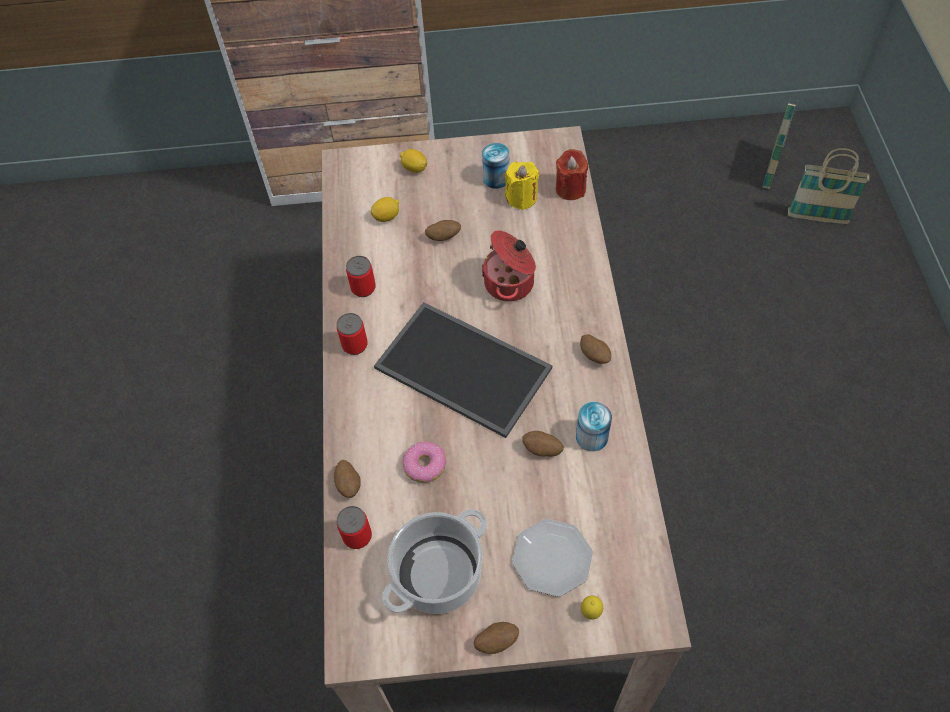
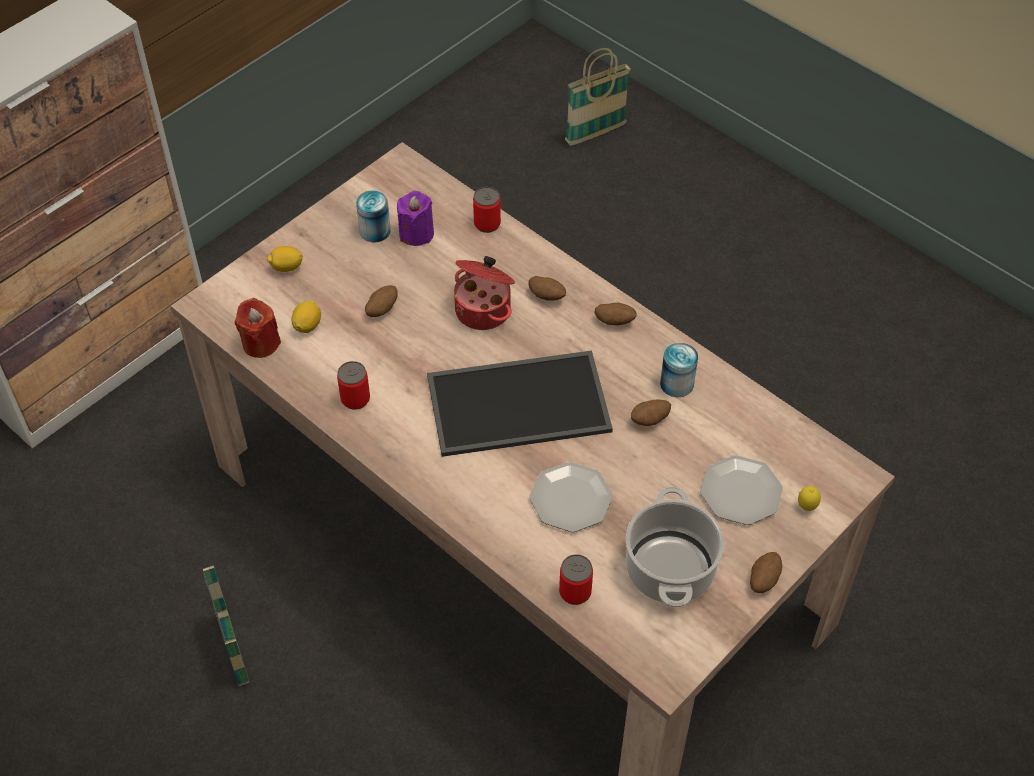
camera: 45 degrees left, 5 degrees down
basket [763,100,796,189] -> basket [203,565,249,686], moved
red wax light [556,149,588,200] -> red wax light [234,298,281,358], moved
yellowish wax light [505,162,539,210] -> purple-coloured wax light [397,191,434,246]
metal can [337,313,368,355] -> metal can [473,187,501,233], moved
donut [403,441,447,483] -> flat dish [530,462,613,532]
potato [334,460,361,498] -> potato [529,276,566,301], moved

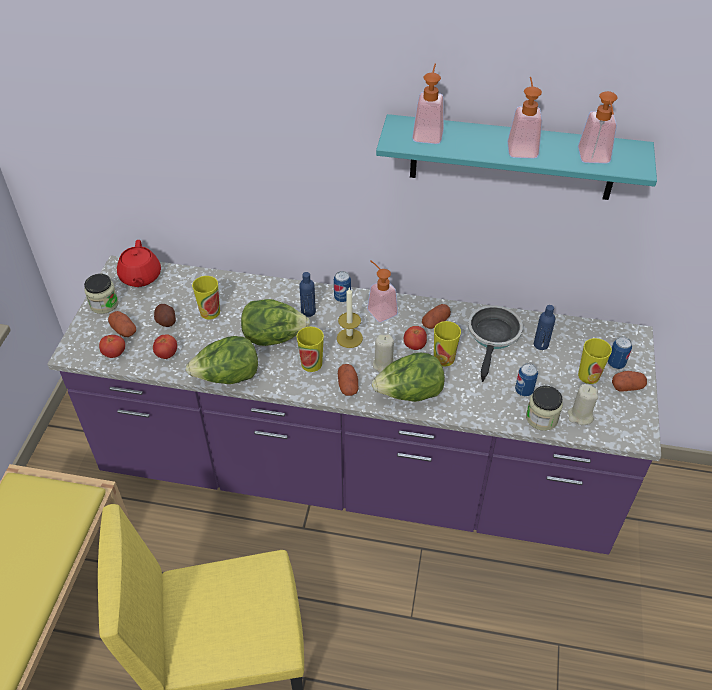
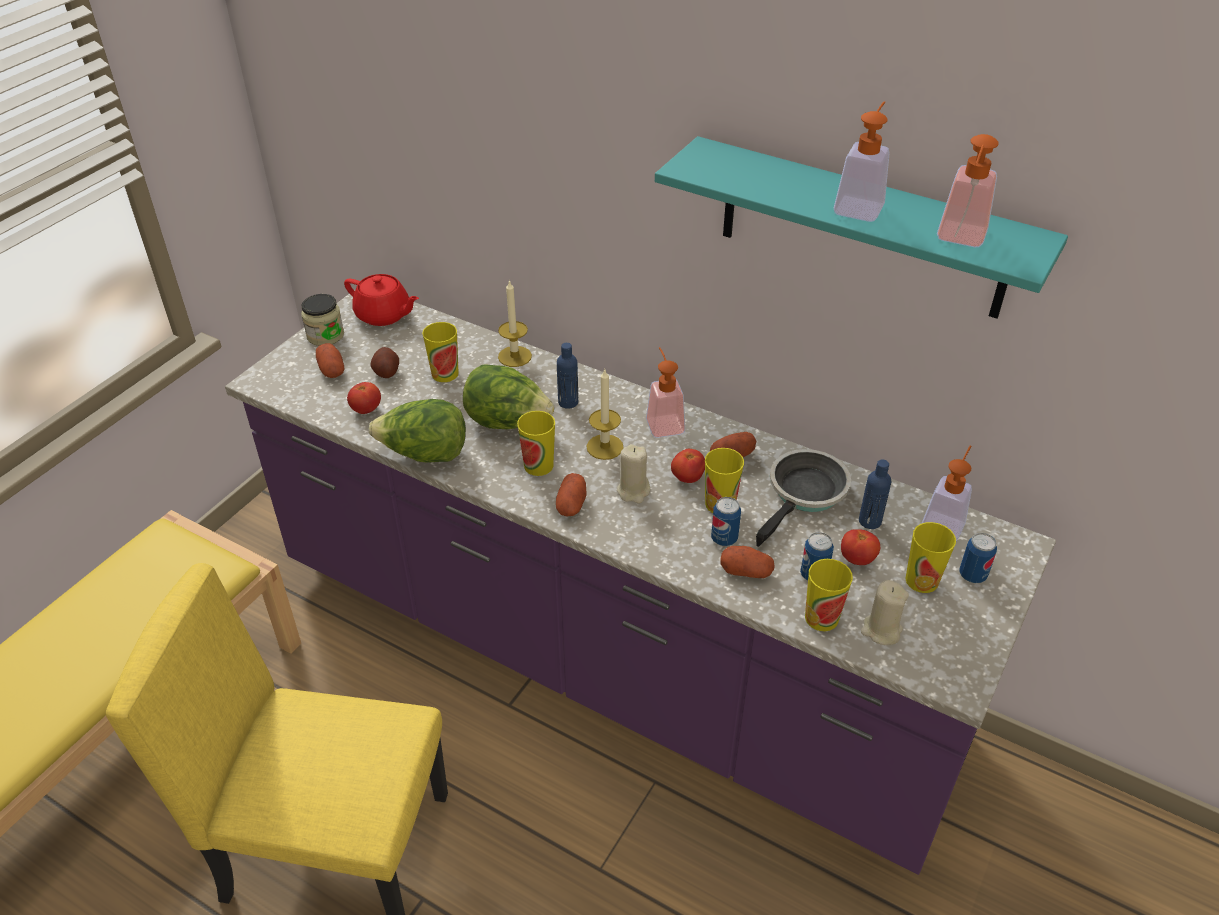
camera: 20 degrees right, 5 degrees down
liquid soap bottle [412,63,444,144] -> liquid soap bottle [921,445,972,541], moved
red teapot [117,240,161,287] -> red teapot [344,274,419,326], 75 degrees counterclockwise
metal can [334,271,351,302] -> metal can [711,497,741,546], moved
whole tomato [99,335,125,358] -> whole tomato [841,529,880,565], moved
head of lettuce [372,353,445,402] -> none
potato [612,371,647,392] -> potato [720,546,775,578], moved
preserve jar [526,386,563,431] -> small cup [805,559,853,631]
none -> wax light [498,280,532,367]

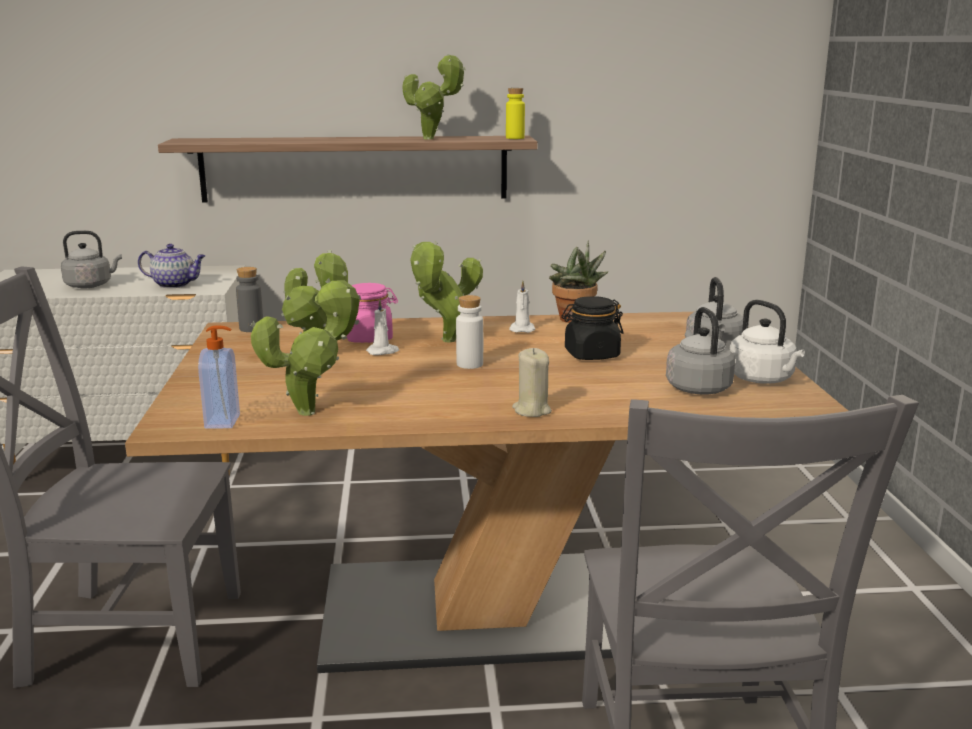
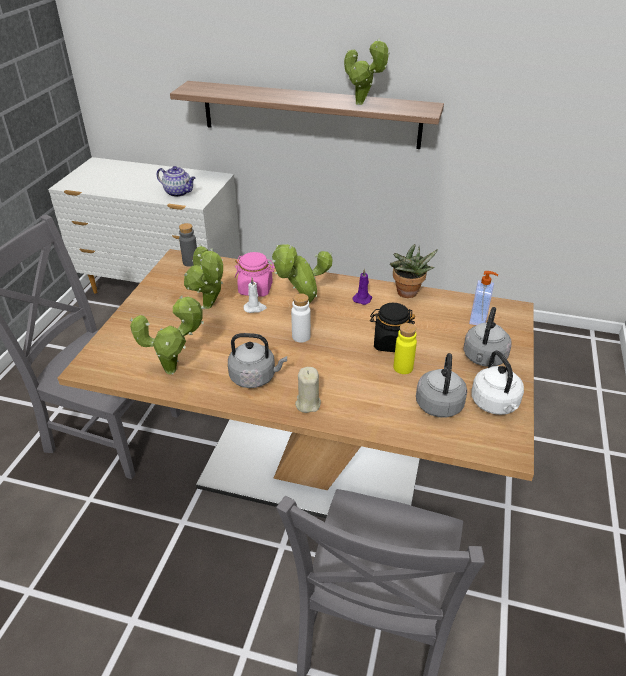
camera: 20 degrees right, 20 degrees up
yellowish beverage bottle [506,88,525,139] -> yellowish beverage bottle [393,323,417,374], moved
grey kettle [61,231,122,288] -> grey kettle [228,333,287,388], moved
whitish wax light [509,281,535,333] -> purple-coloured wax light [352,268,372,305]
liquid soap bottle [198,326,240,429] -> liquid soap bottle [469,271,498,325], moved

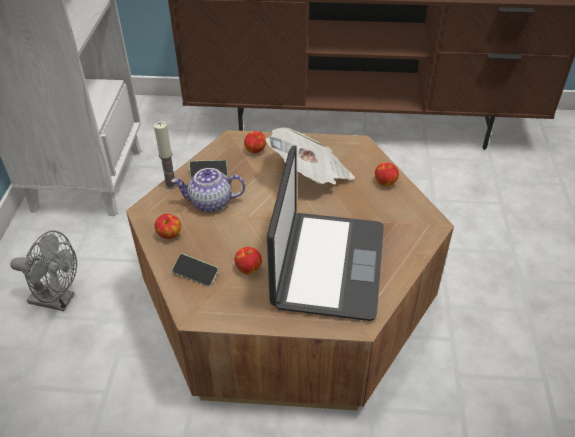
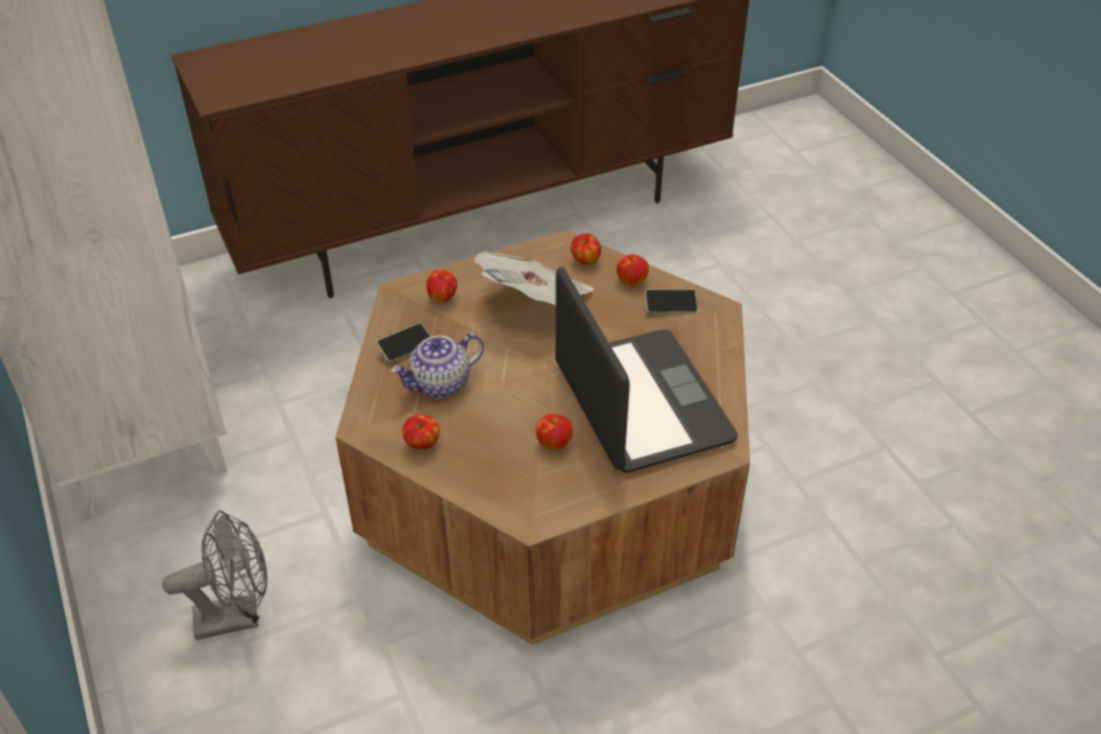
camera: 30 degrees left, 0 degrees up
wax light [154,121,177,189] -> none
phone [172,253,219,287] -> phone [645,289,698,313], moved
none -> apple [571,233,601,265]

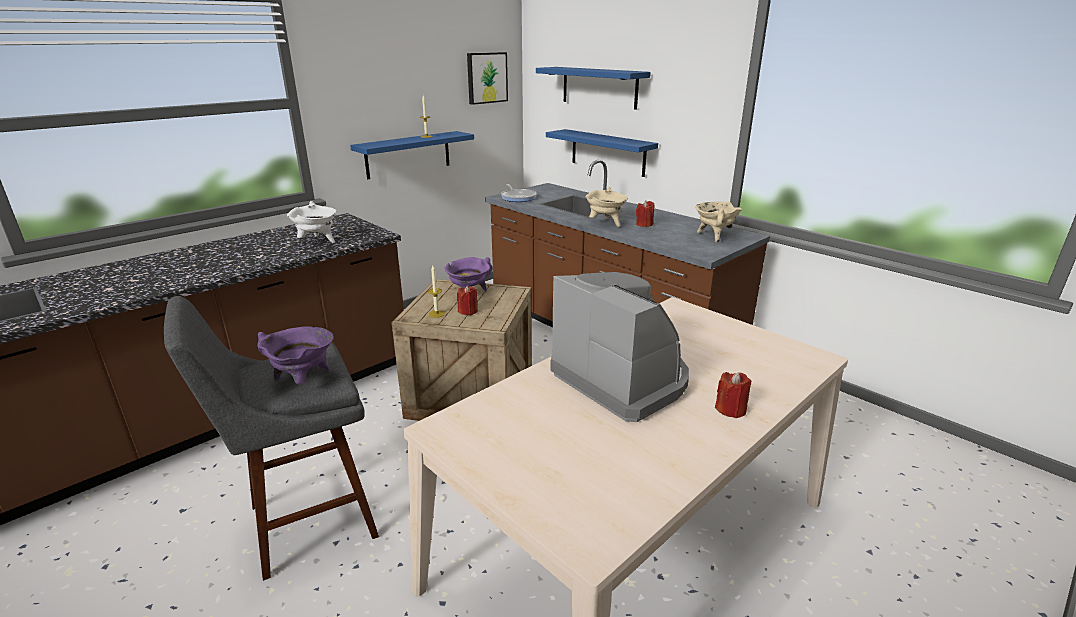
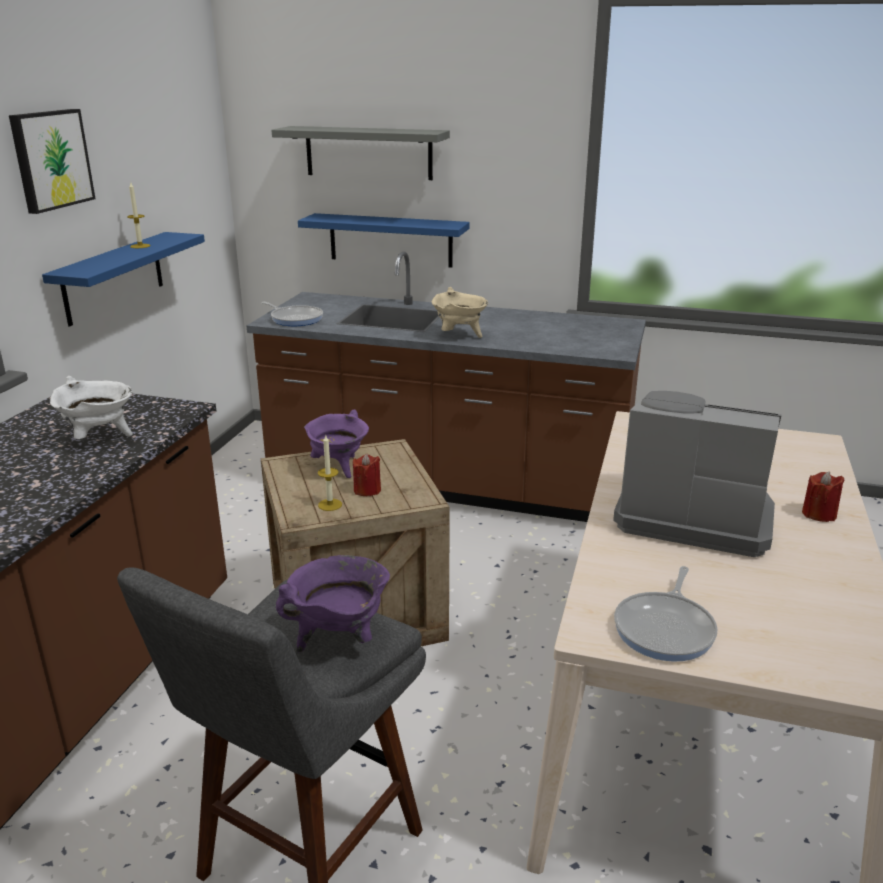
camera: 30 degrees left, 0 degrees up
wall picture [467,52,508,105] -> wall picture [9,109,95,214], moved
blue wall shelf [536,67,651,110] -> grey wall shelf [271,126,450,180]
red wax light [636,201,654,227] -> none
sand-coloured cooking pot [695,201,742,243] -> none
none -> frying pan [614,566,718,662]

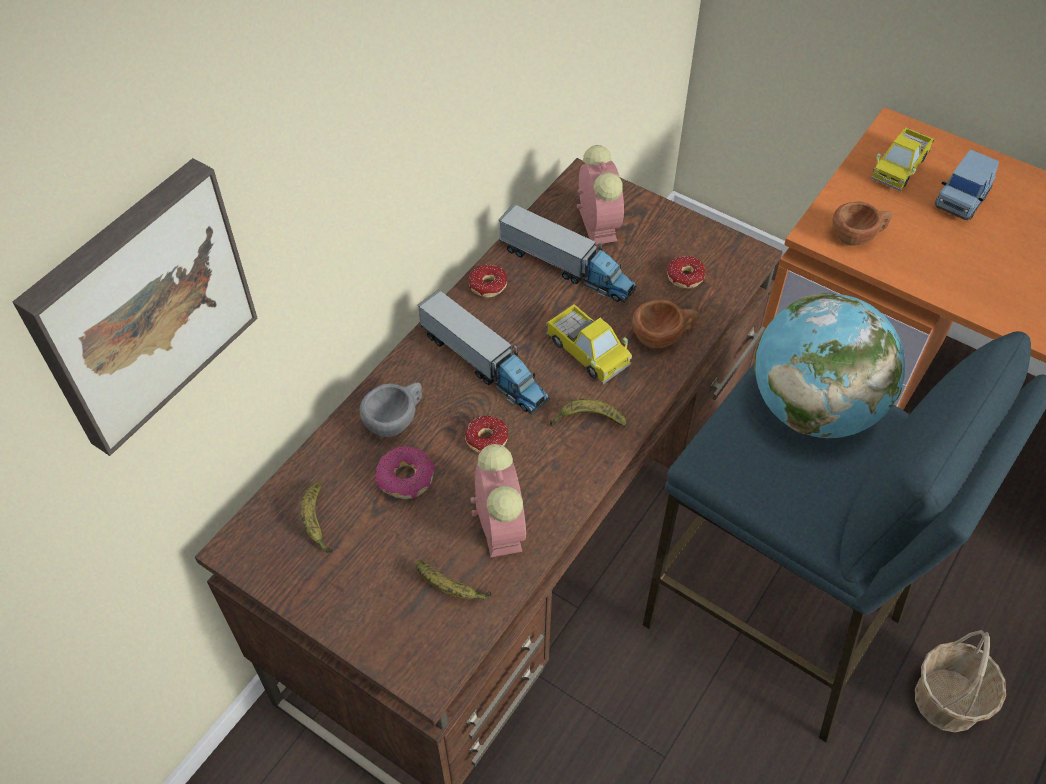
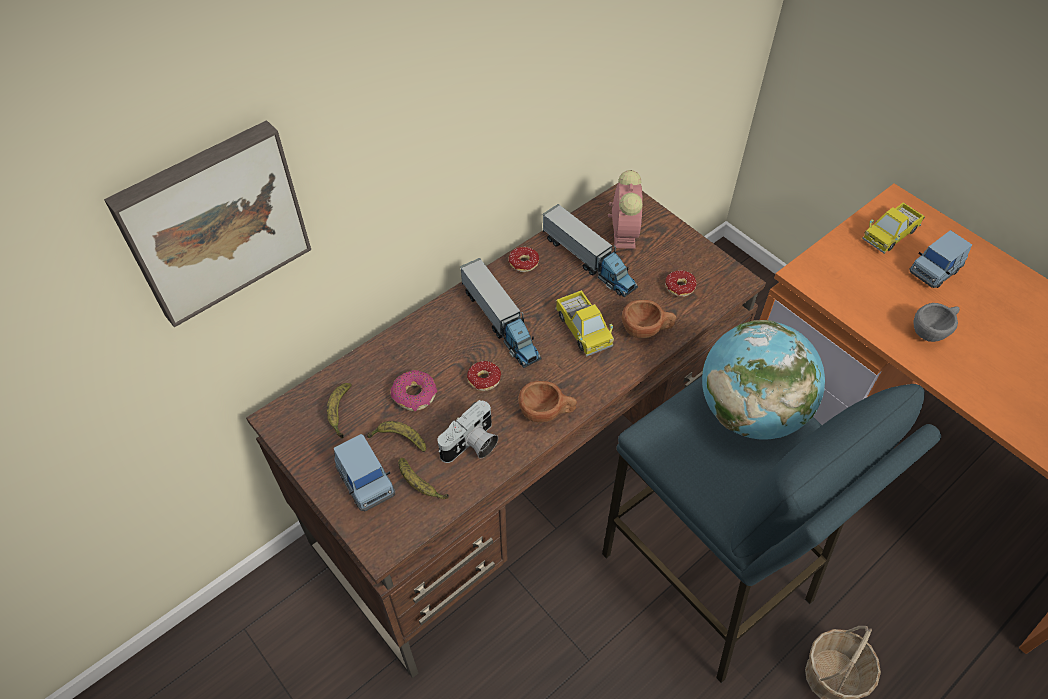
camera: 15 degrees right, 0 degrees up
brownish small cup [832,202,892,246] -> brownish small cup [518,381,577,423], moved
grey small cup [360,382,422,437] -> grey small cup [914,303,960,342], moved
banana [550,398,626,427] -> banana [367,421,426,452], moved
bedside clock [470,444,526,557] -> photo camera [438,400,498,463]
none -> blue miniature car [334,434,395,511]

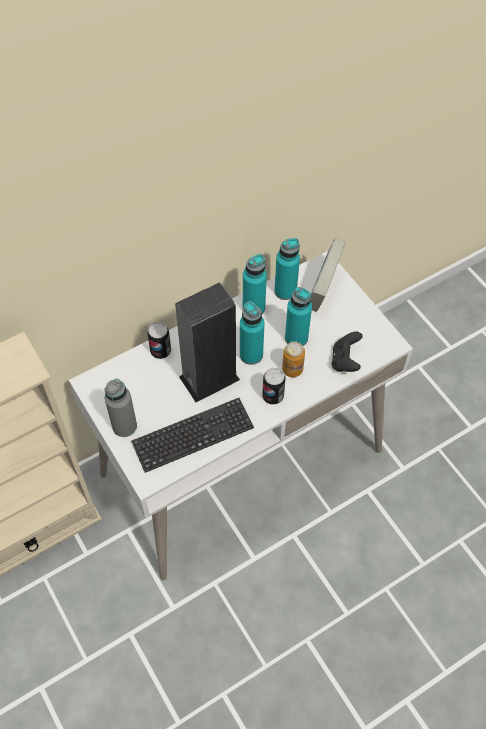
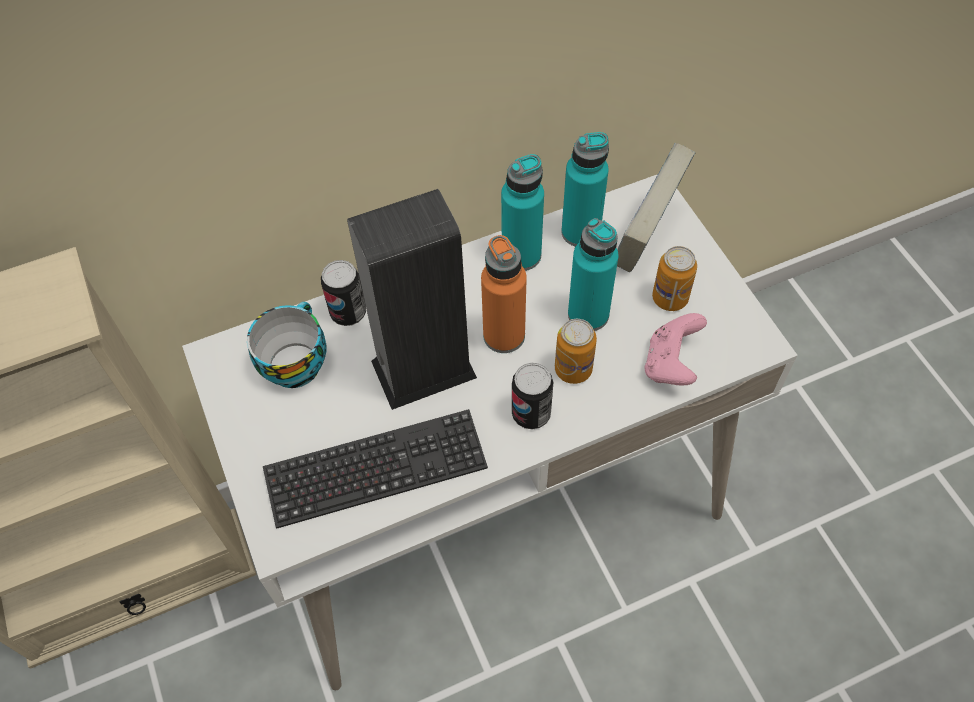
camera: 10 degrees right, 0 degrees up
blue-green beverage bottle [240,301,265,365] -> orange-coloured beverage bottle [481,235,527,353]
black-coloured gamepad [331,332,363,372] -> pink-coloured gamepad [645,313,707,385]
grey beverage bottle [105,378,137,437] -> none
none -> metal can [652,246,697,311]
none -> small cup [247,302,326,388]

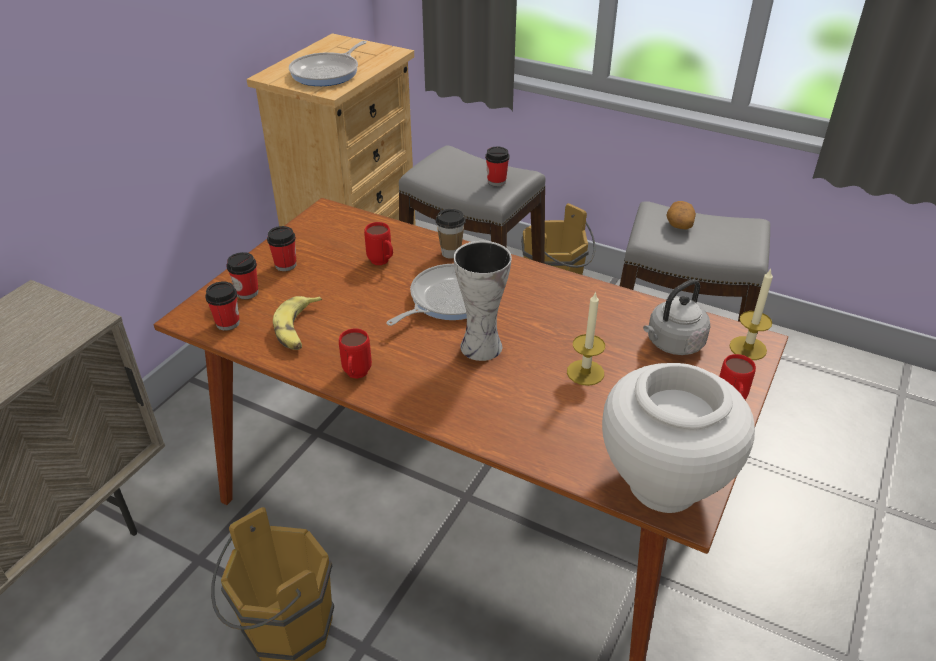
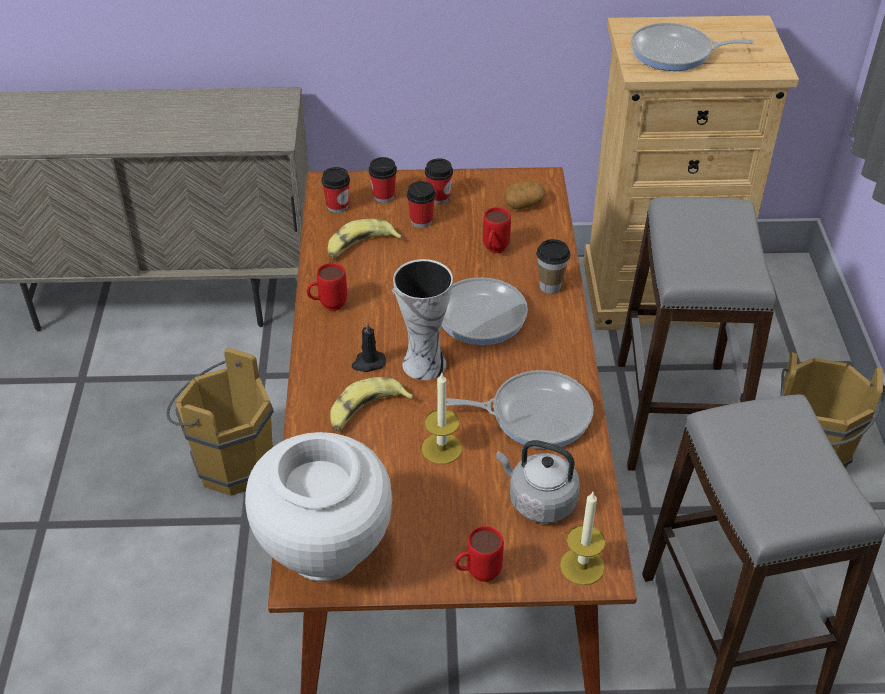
camera: 60 degrees right, 5 degrees up
small cup [485,147,510,186] -> small cup [407,181,436,228], moved
potato [666,201,696,229] -> potato [504,181,545,209], moved
none -> black-coloured wax light [352,322,386,372]
none -> frying pan [446,370,593,449]
none -> banana [330,377,414,432]

